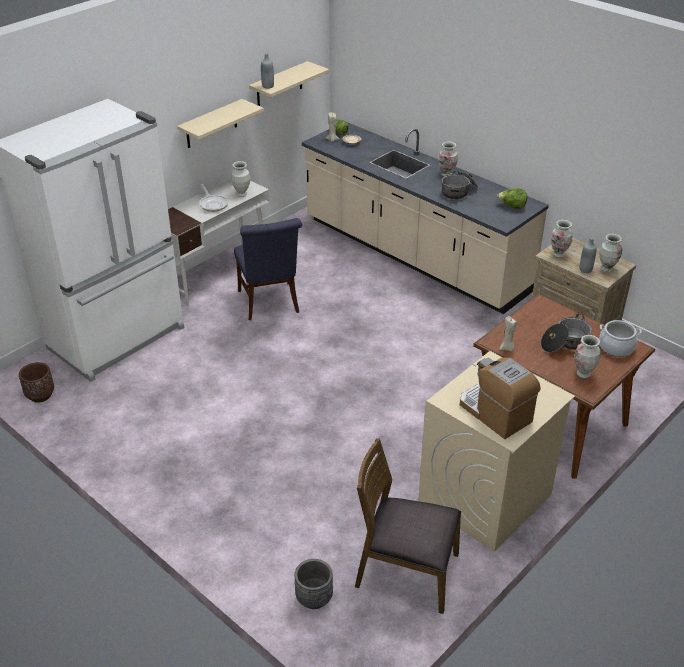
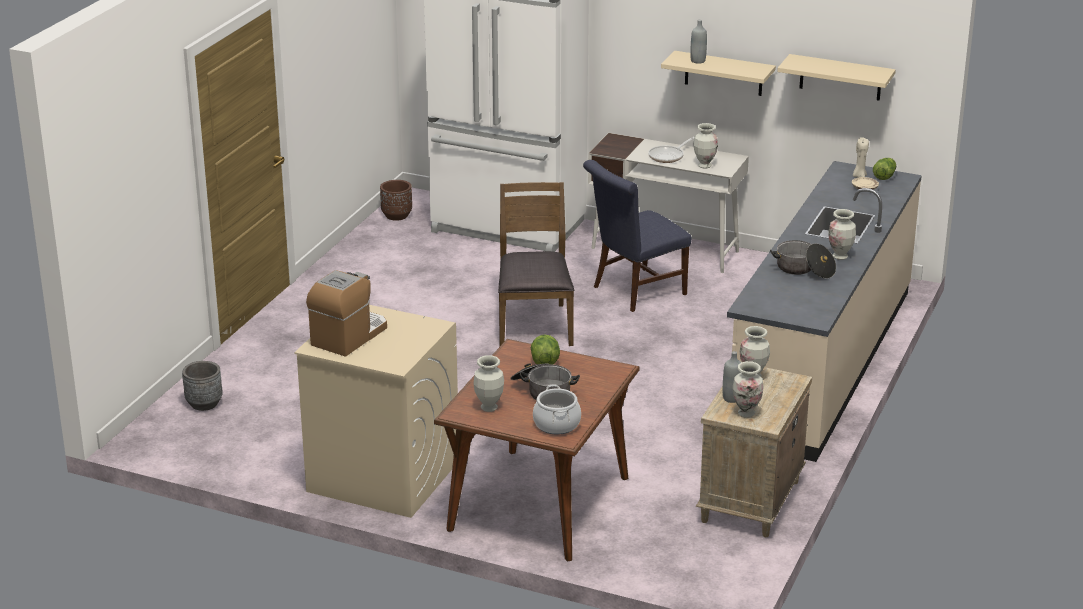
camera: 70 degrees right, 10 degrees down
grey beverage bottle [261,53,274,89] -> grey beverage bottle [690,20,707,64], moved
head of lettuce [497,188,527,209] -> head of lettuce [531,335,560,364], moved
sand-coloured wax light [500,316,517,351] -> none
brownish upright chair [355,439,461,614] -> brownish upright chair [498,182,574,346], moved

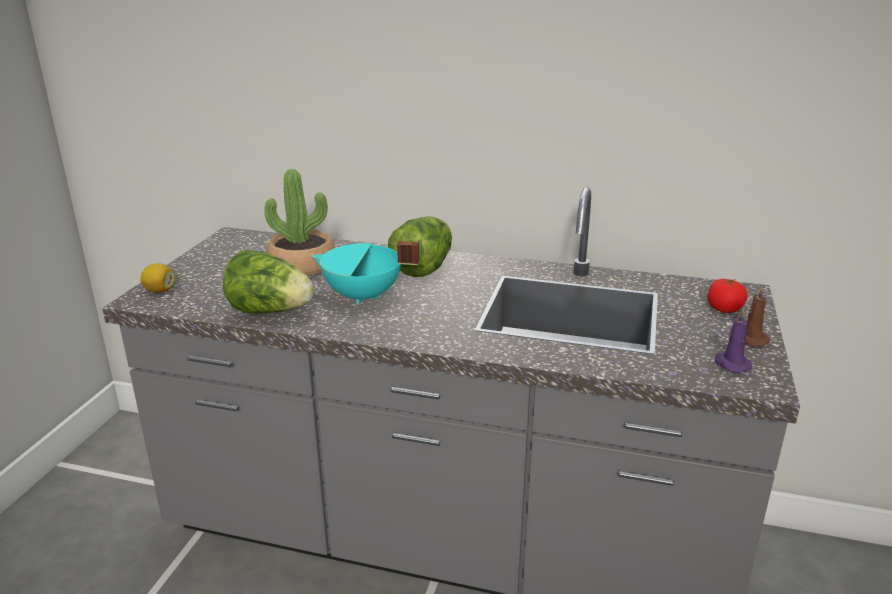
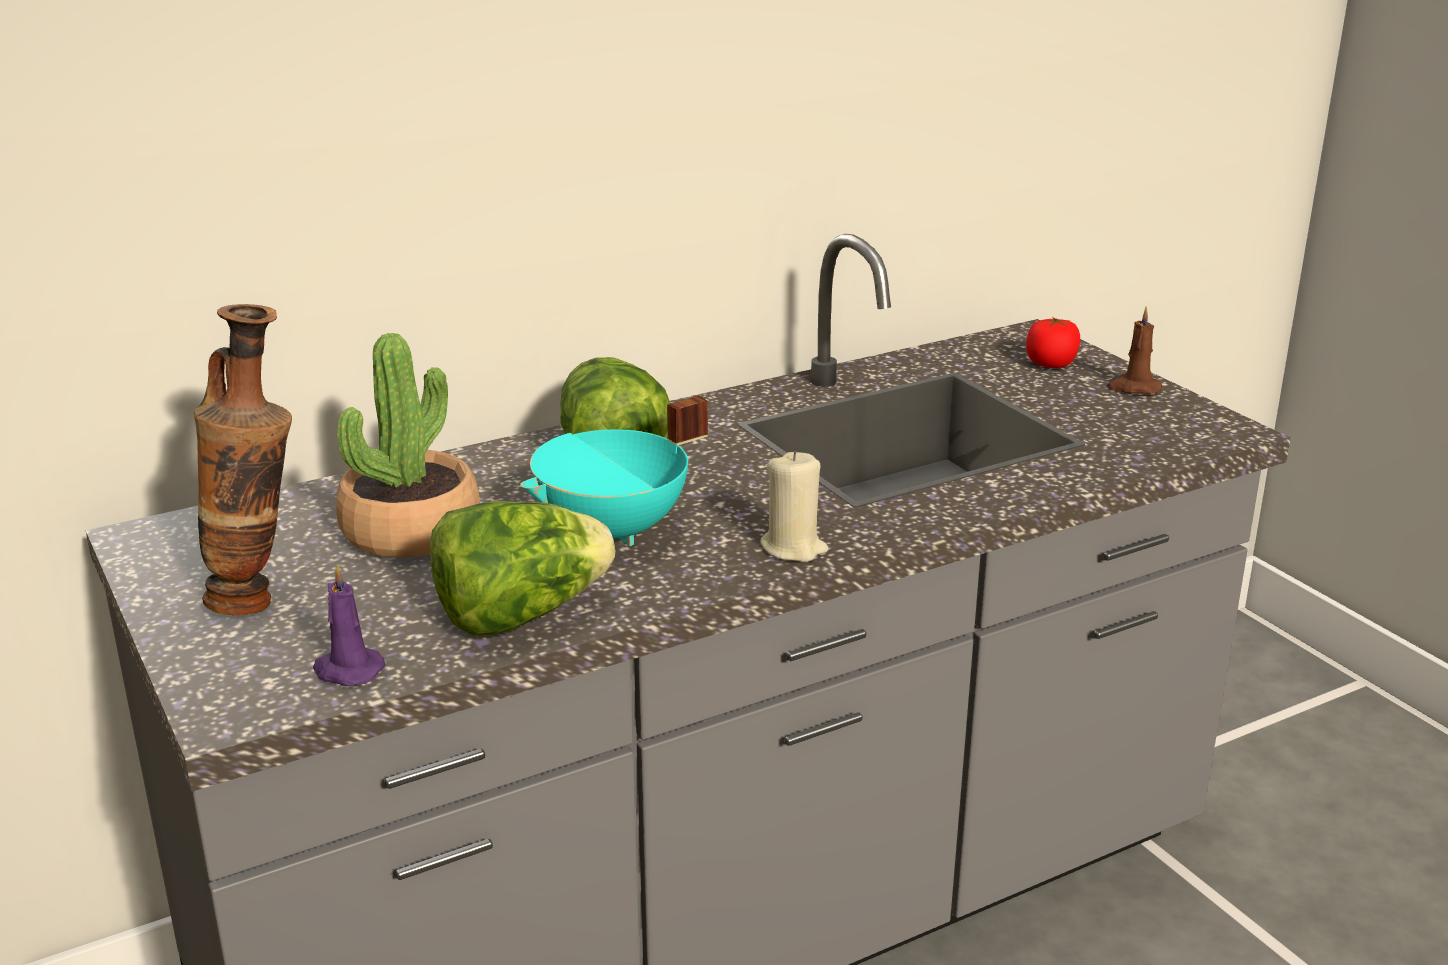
camera: 45 degrees left, 0 degrees up
citrus fruit [140,263,175,293] -> none
purple-coloured wax light [715,308,752,373] -> purple-coloured wax light [313,565,385,686], moved
none -> flower vase [194,304,292,615]
none -> sand-coloured wax light [760,451,828,562]

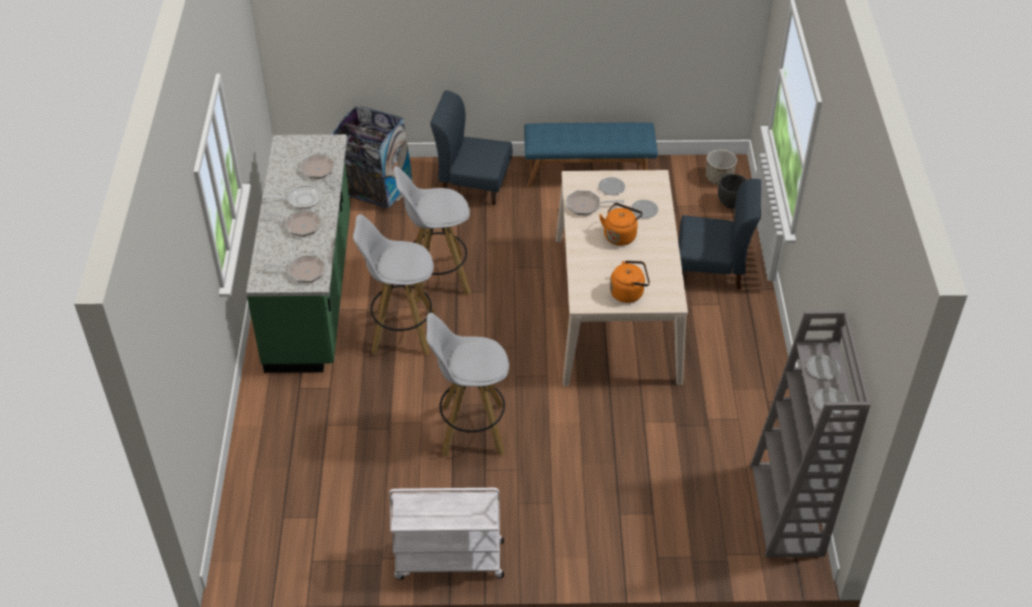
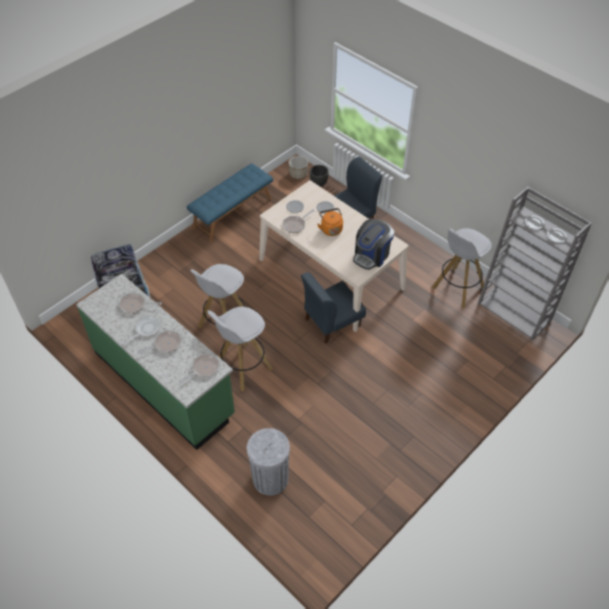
camera: 45 degrees left, 5 degrees up
blue upright chair [430,90,512,205] -> blue upright chair [301,272,366,344], moved
orange-coloured kettle [610,261,650,303] -> coffee maker [353,219,394,270]
whitish stool seat [426,313,509,457] -> whitish stool seat [432,228,492,308], moved
whitish trolley [389,488,504,580] -> none
none -> grey waste bin [247,428,290,496]

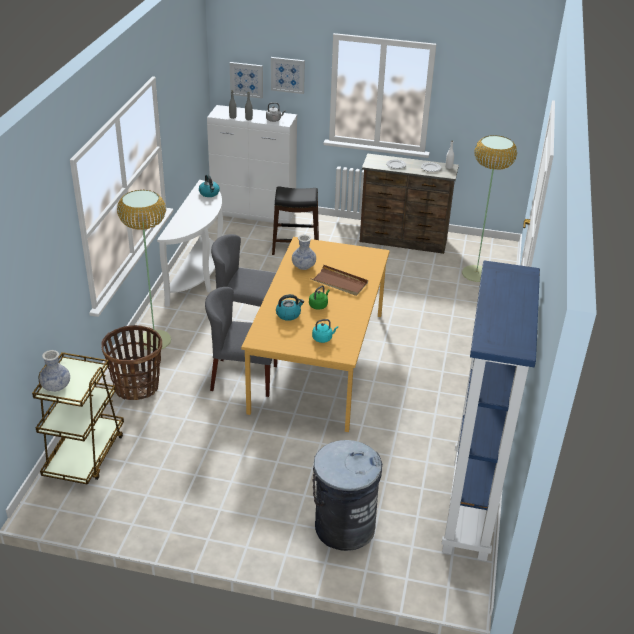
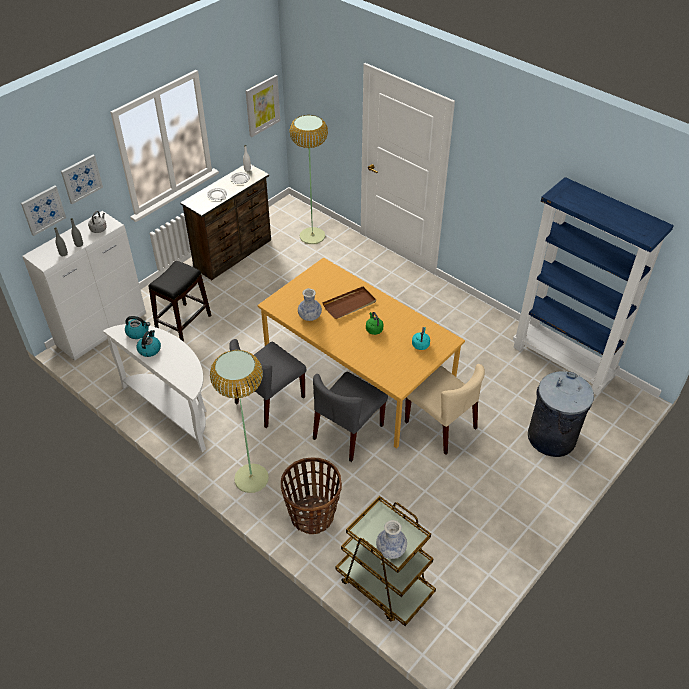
camera: 60 degrees left, 10 degrees up
kettle [276,294,304,321] -> kettle [137,330,161,357], moved
none -> wall picture [246,75,280,137]
none -> sand-coloured upright chair [405,364,485,455]

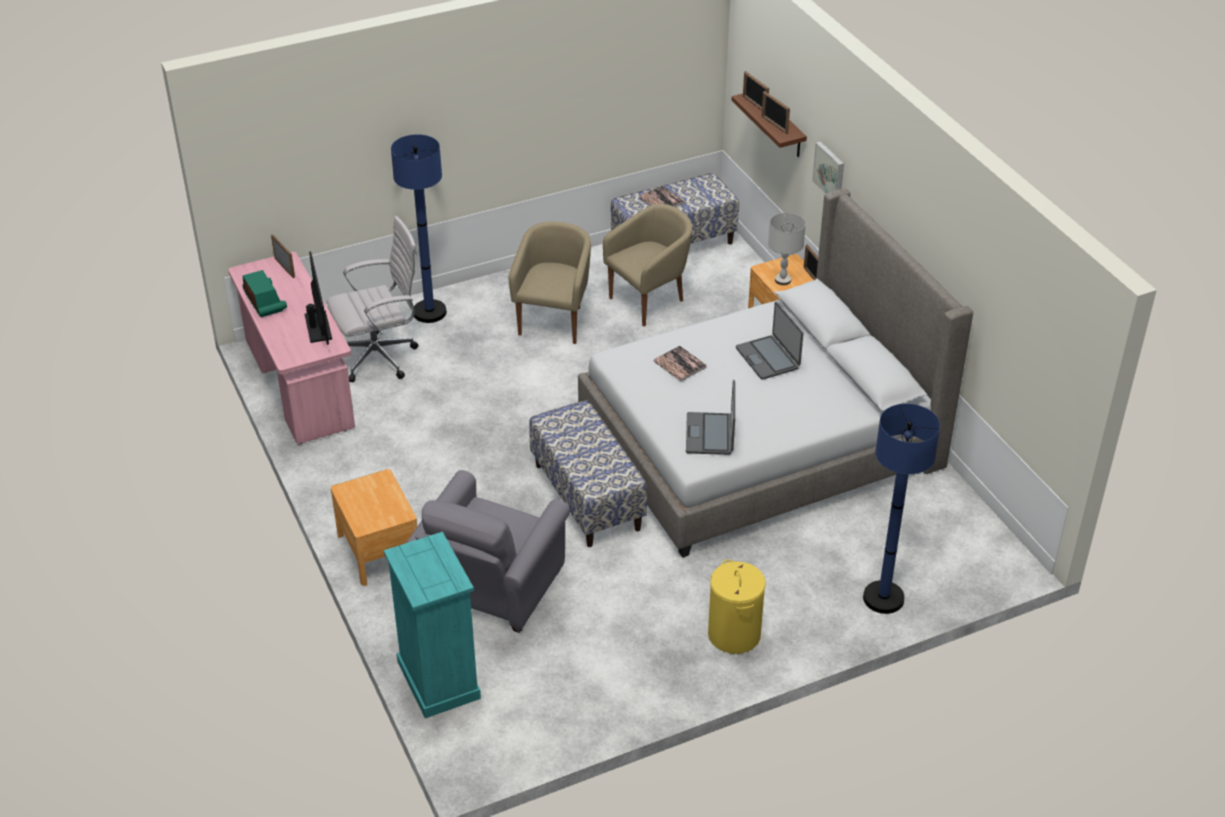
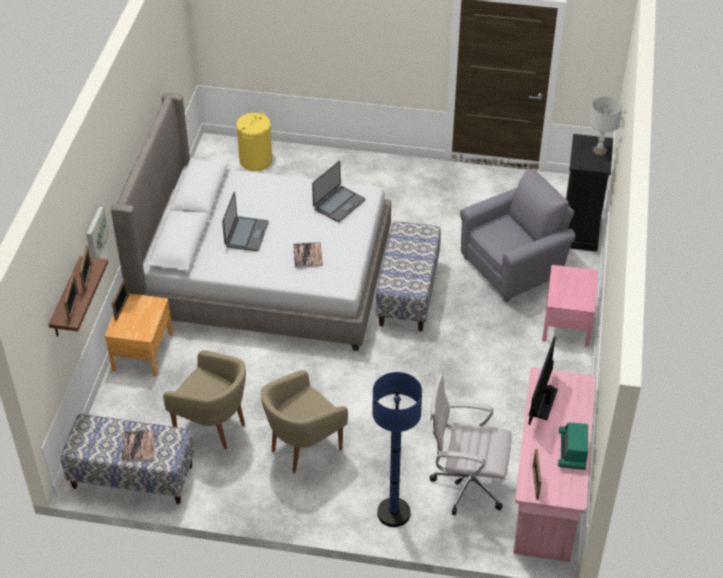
camera: 145 degrees left, 5 degrees up
sand-coloured easy chair [603,204,692,326] -> sand-coloured easy chair [163,350,246,449], 150 degrees counterclockwise
grey table lamp [768,213,806,285] -> grey table lamp [589,97,622,156], moved
blue standard lamp [863,404,940,614] -> none
brownish night table [331,469,417,586] -> pink-coloured night table [542,265,598,347]
blue-green dresser [384,532,481,718] -> black-coloured dresser [566,134,613,252]
yellowish hamper [708,560,766,654] -> yellowish hamper [236,113,272,171], moved

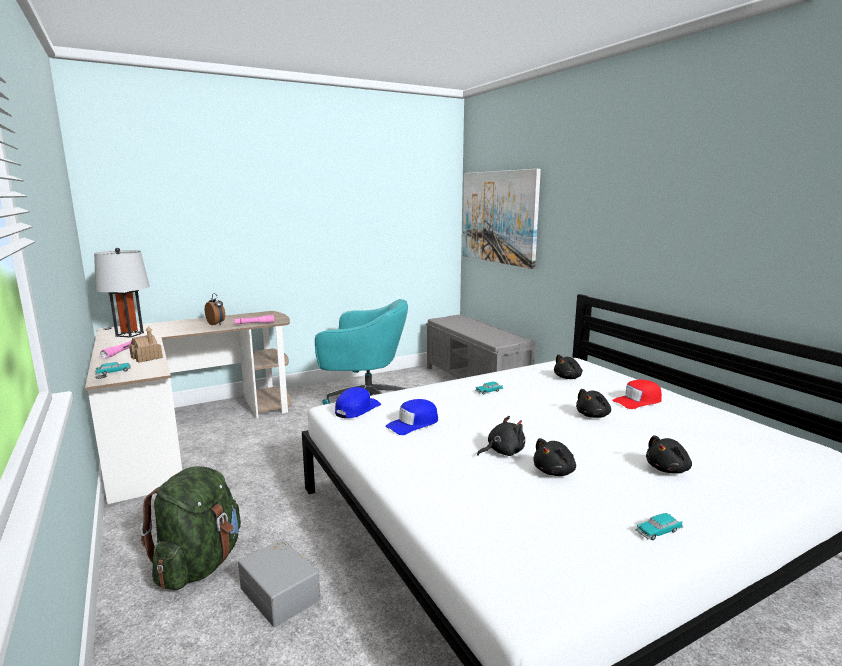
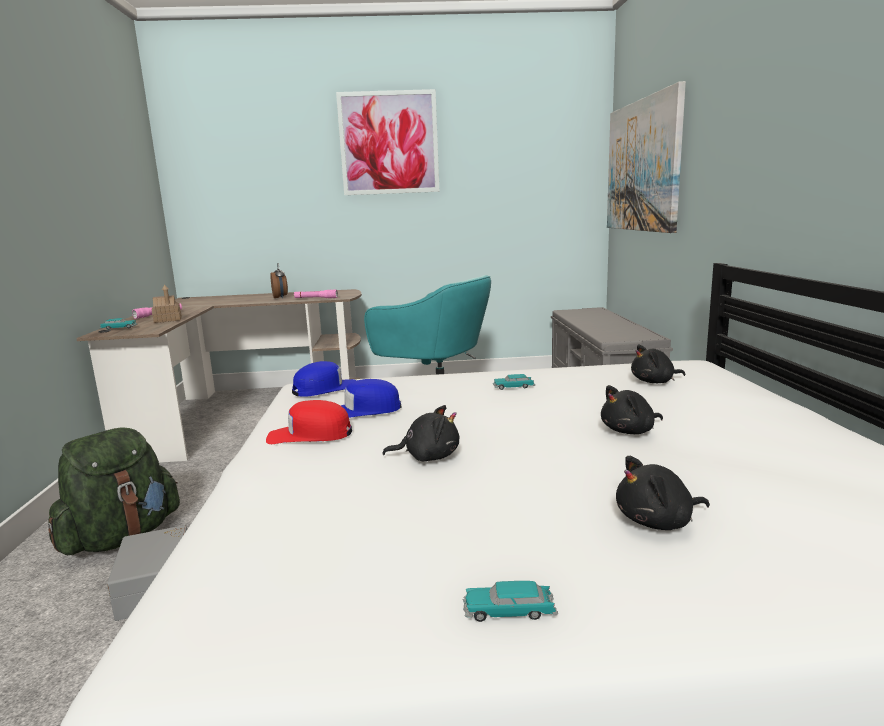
camera: 25 degrees right, 0 degrees up
grey table lamp [94,248,150,338] -> none
red cap [612,380,662,409] -> red cap [266,400,352,444], moved
black-coloured cuddly toy [533,438,576,476] -> none
none -> wall picture [336,89,440,195]

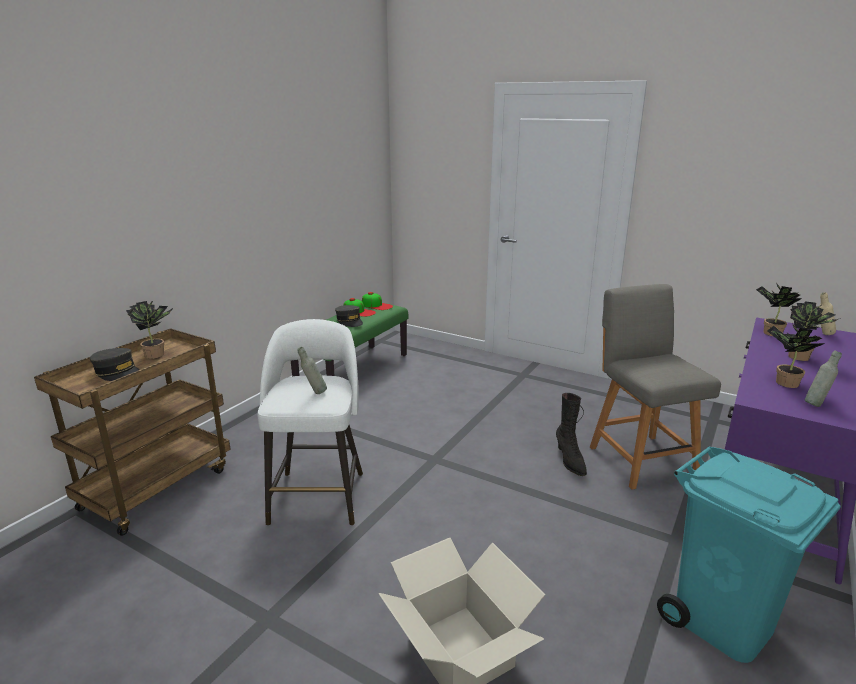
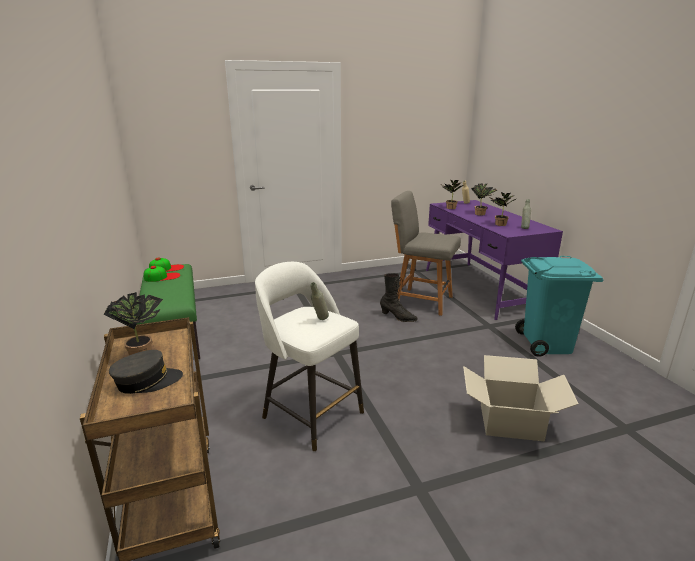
camera: 50 degrees left, 0 degrees up
grey cap [335,305,363,327] -> none

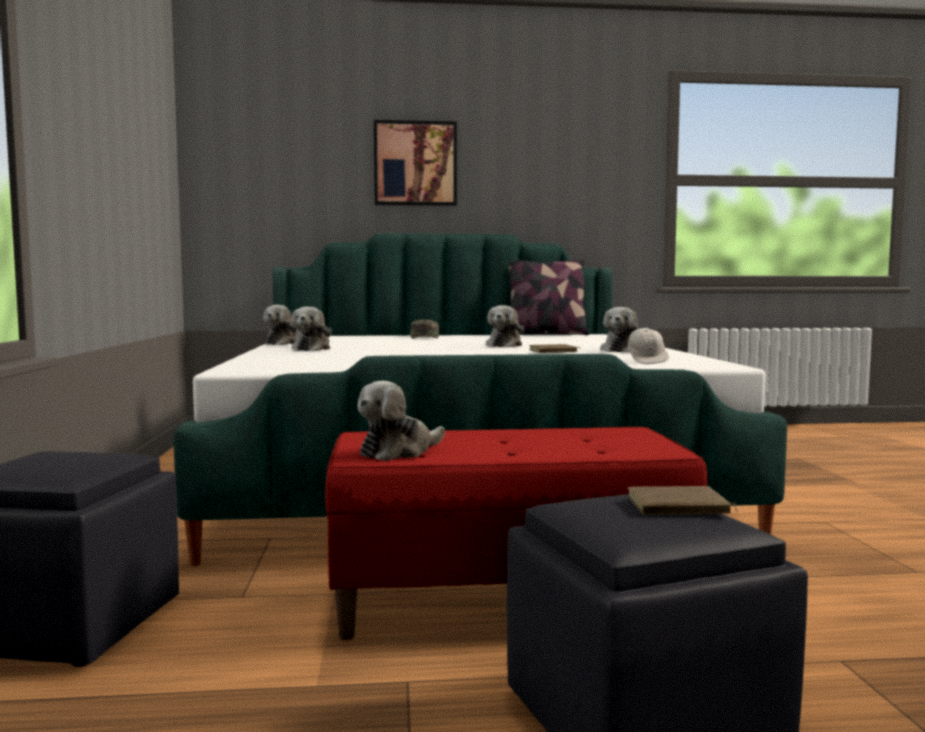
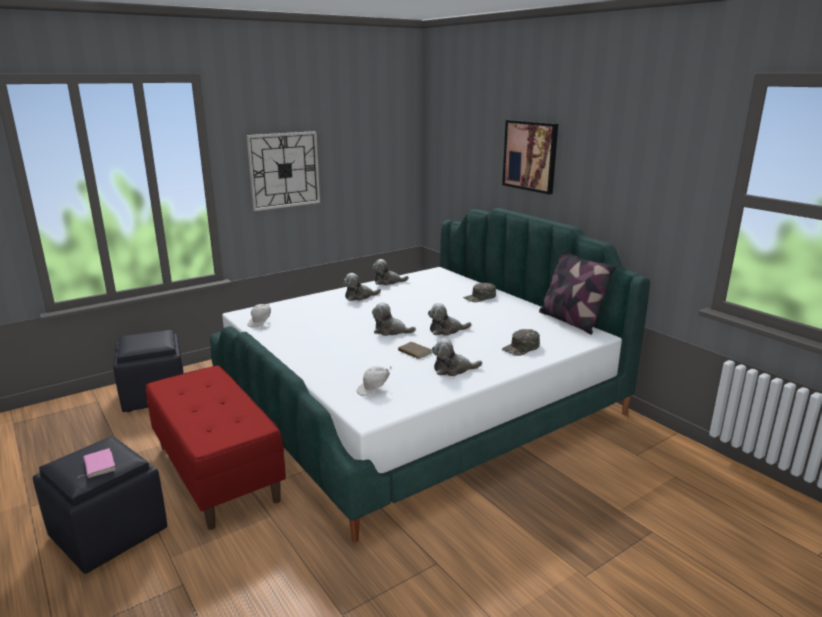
camera: 60 degrees right, 15 degrees up
cuddly toy [357,381,445,461] -> cuddly toy [372,302,416,336], moved
brownish book [627,486,738,515] -> pink-coloured book [79,448,116,478]
none -> clock on the wall [246,131,320,211]
none -> whitish cap [248,303,271,328]
none -> green cap [502,329,540,356]

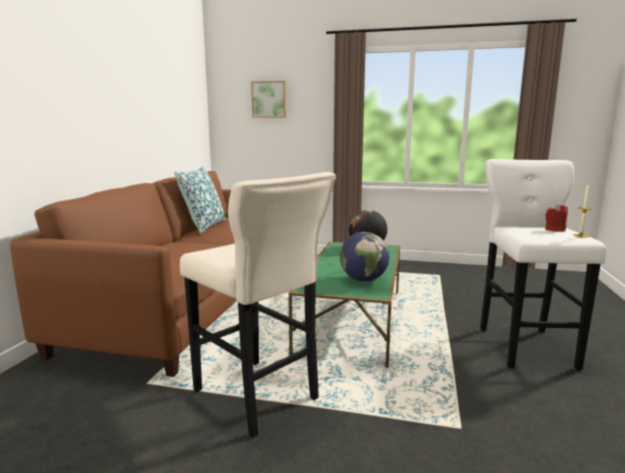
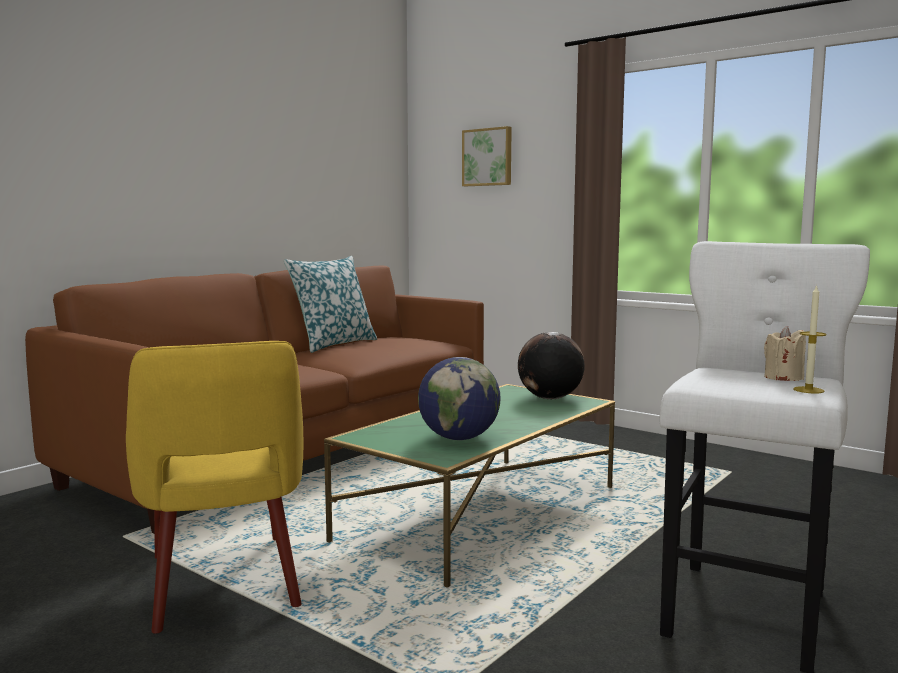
camera: 25 degrees right, 5 degrees down
sand-coloured stool seat [180,172,336,438] -> yellowish easy chair [126,341,304,634]
red wax light [545,204,568,232] -> sand-coloured wax light [764,326,806,381]

